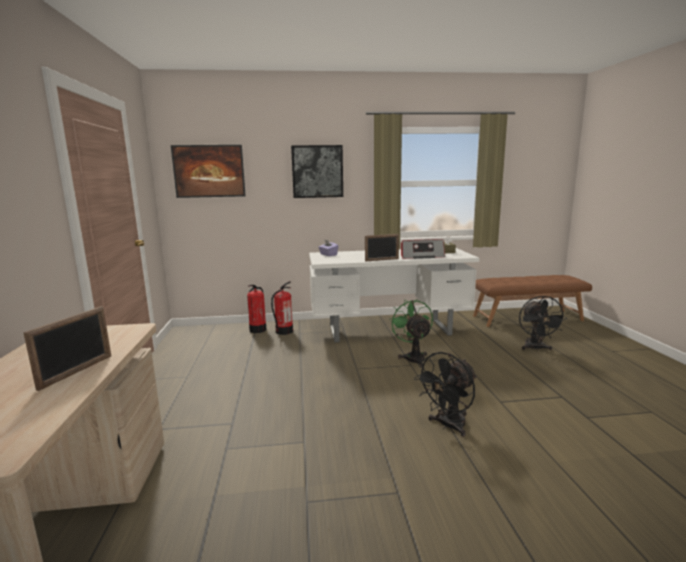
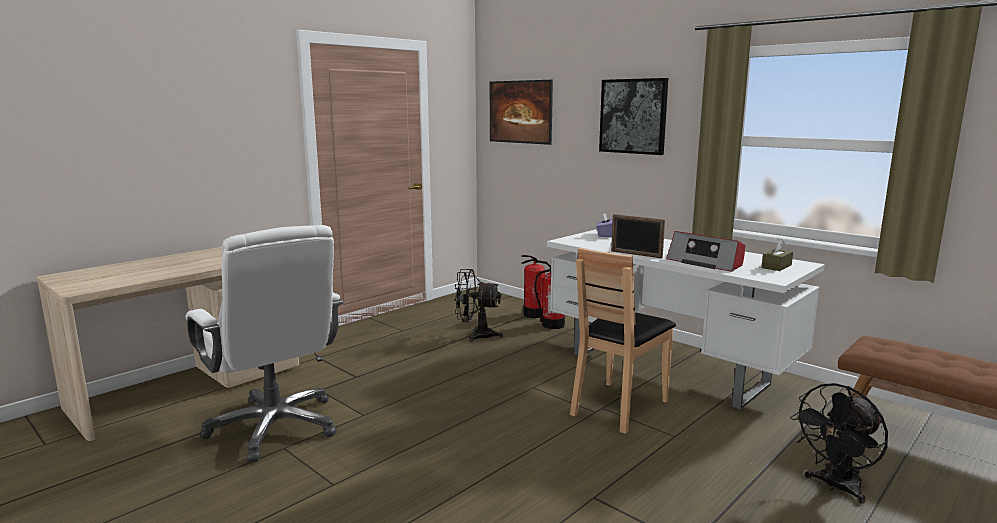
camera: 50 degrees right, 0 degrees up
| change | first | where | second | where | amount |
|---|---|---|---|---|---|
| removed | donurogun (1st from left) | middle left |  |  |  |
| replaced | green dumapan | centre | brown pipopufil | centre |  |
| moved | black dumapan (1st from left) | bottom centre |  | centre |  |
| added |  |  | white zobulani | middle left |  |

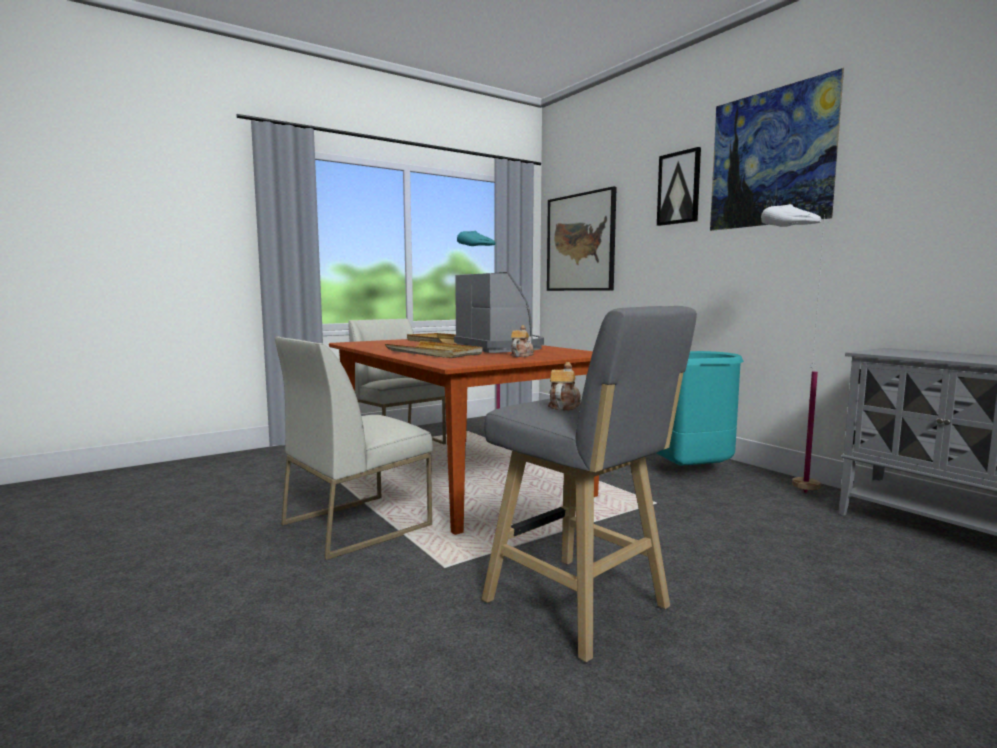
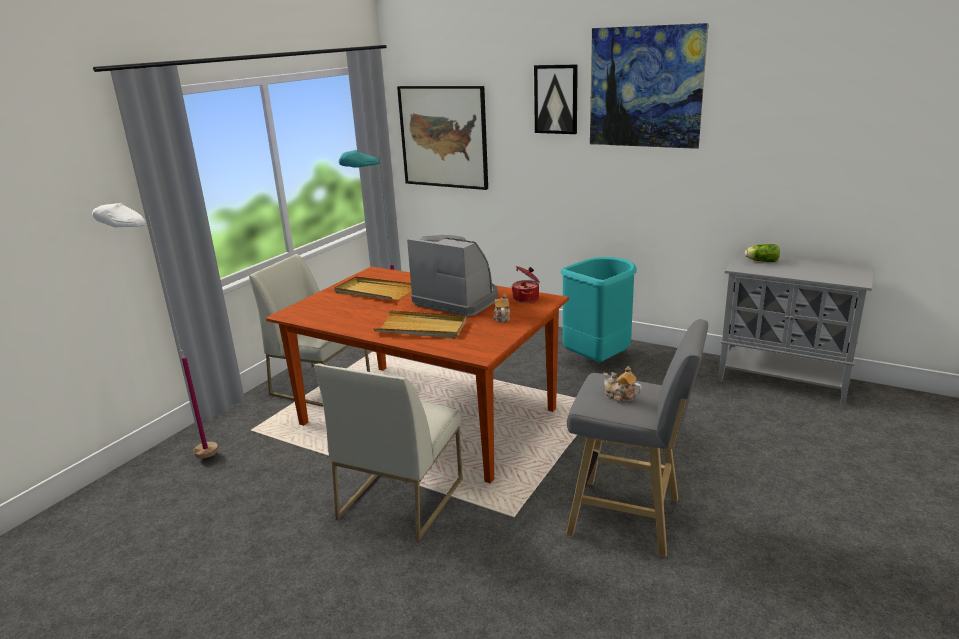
camera: 25 degrees left, 15 degrees up
| change | first | where | second | where | amount |
|---|---|---|---|---|---|
| turned | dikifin (2nd from left) | centre |  | centre | 45 degrees counterclockwise |
| moved | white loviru | middle right |  | middle left |  |
| added |  |  | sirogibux | centre |  |
| added |  |  | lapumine | middle right |  |

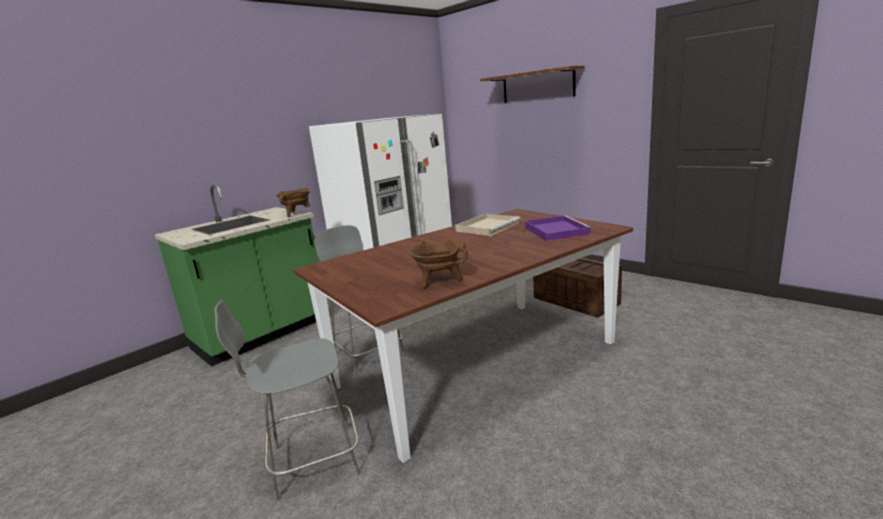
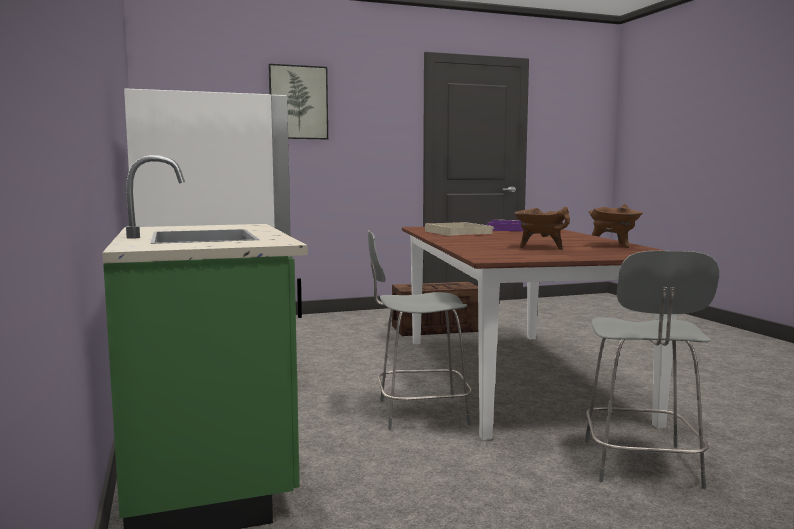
camera: 65 degrees left, 10 degrees down
| change | first | where | second | where | amount |
|---|---|---|---|---|---|
| moved | brown sirogibux (1st from left) | middle left |  | middle right |  |
| replaced | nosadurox | top centre | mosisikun | top centre |  |

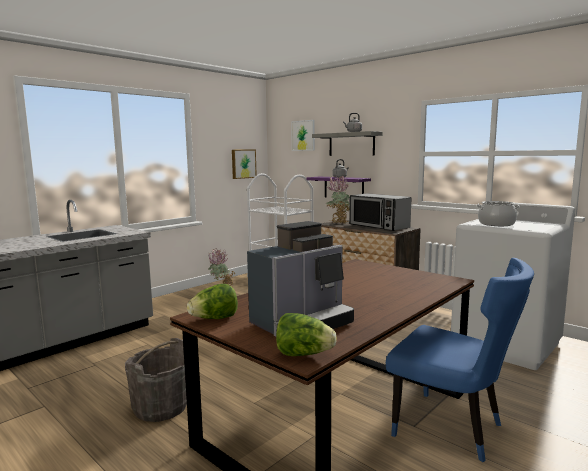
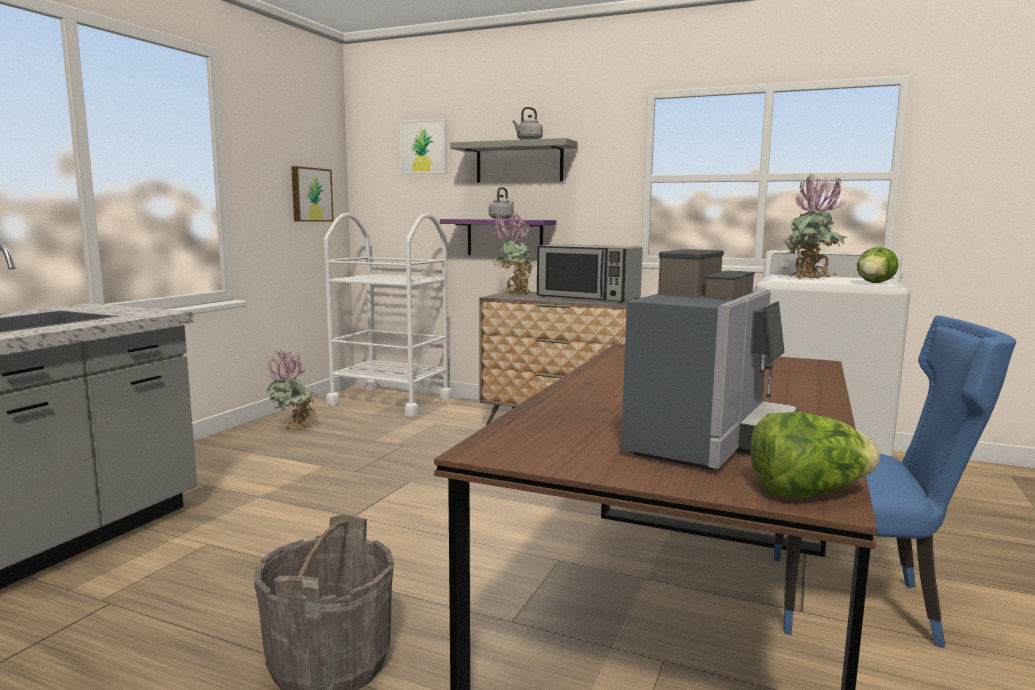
camera: 20 degrees left, 0 degrees up
| change | first | where | second | where | amount |
|---|---|---|---|---|---|
| moved | lapumine (1st from left in the first image) | centre | lapumine (2nd from left) | middle right |  |
| replaced | sirogibux | middle right | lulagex (3rd from left) | top right |  |

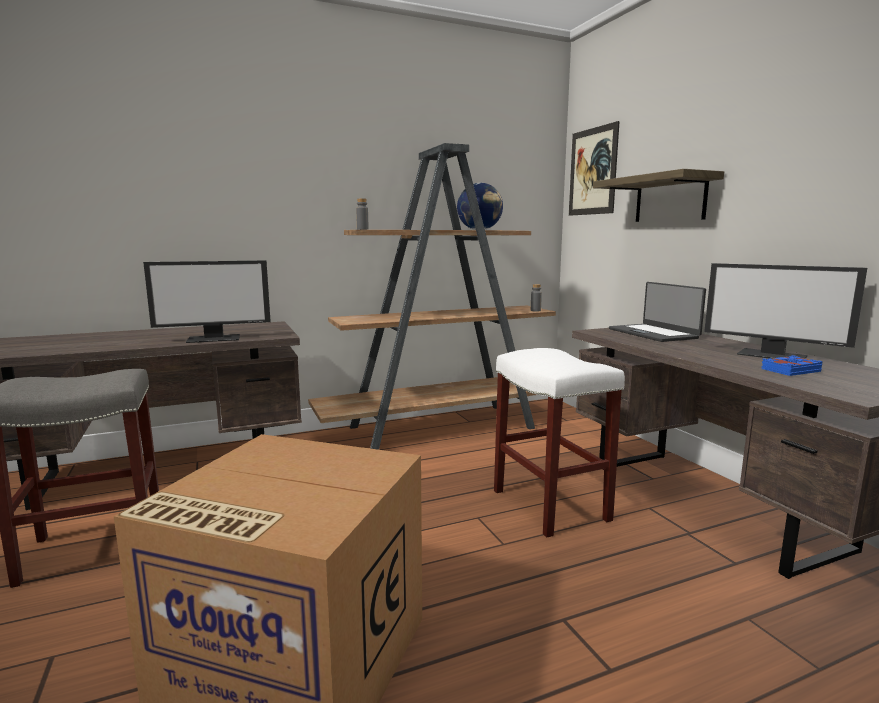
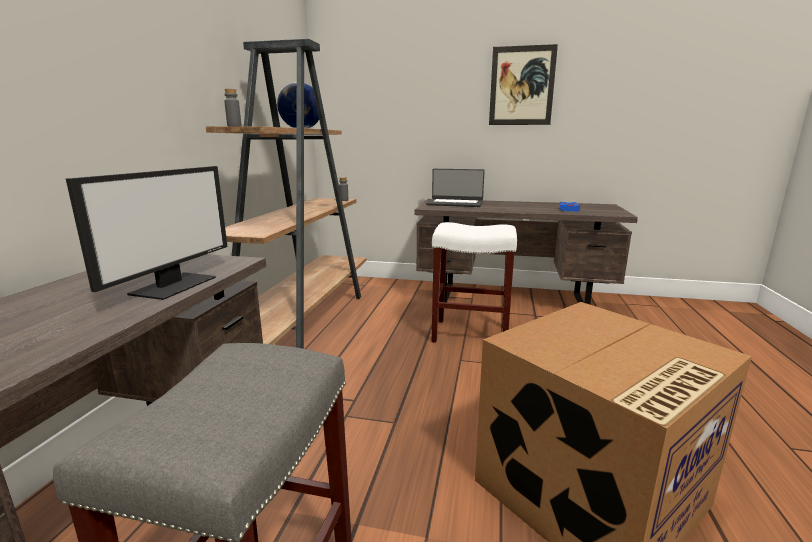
camera: 55 degrees left, 5 degrees up
| change | first | where | second | where | amount |
|---|---|---|---|---|---|
| moved | mosisikun | top right |  | top centre |  |
| removed | nosadurox | top right |  |  |  |
| removed | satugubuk (2nd from left) | middle right |  |  |  |

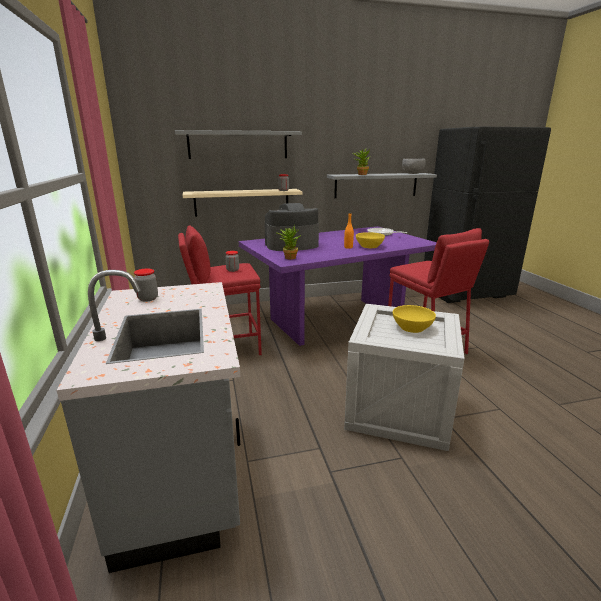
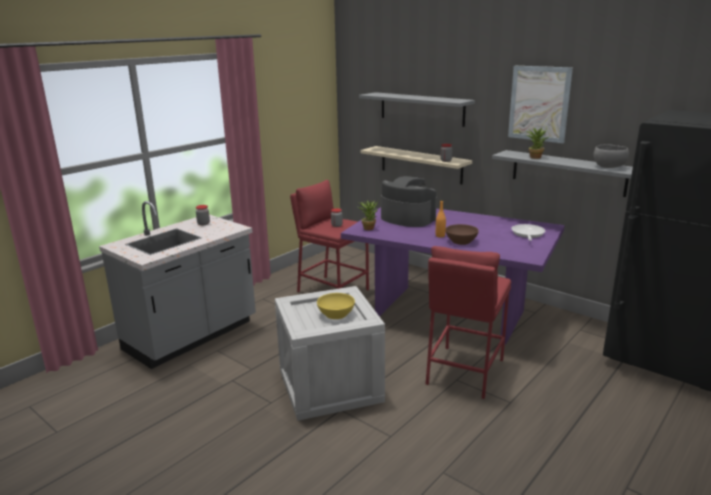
camera: 55 degrees right, 0 degrees up
| change | first | where | second | where | amount |
|---|---|---|---|---|---|
| recoloured | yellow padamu (1st from left) | centre | brown padamu | centre |  |
| added |  |  | mosisikun | top right |  |

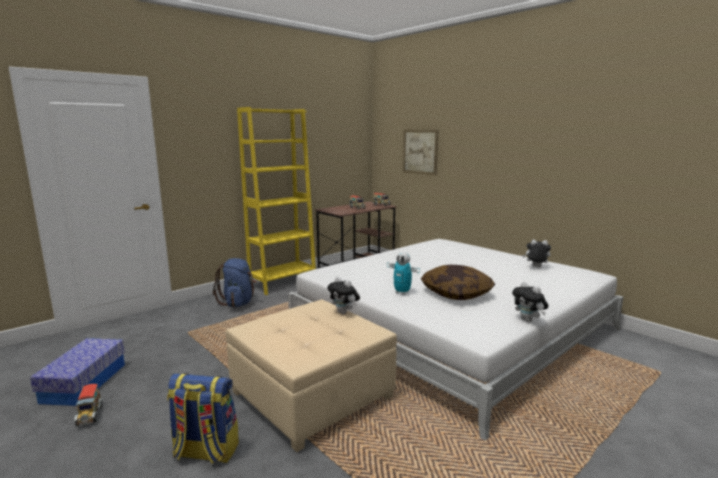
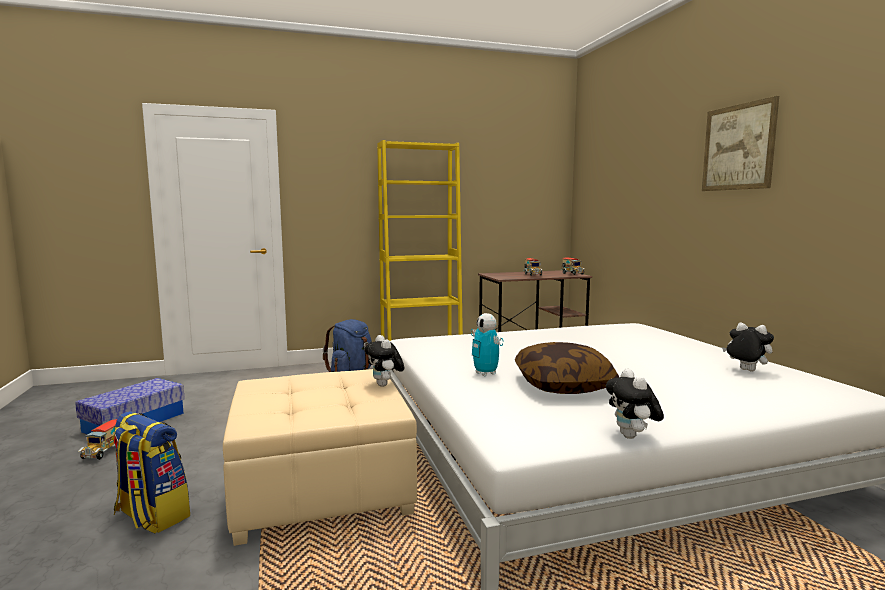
camera: 25 degrees right, 5 degrees down
| change | first | where | second | where | amount |
|---|---|---|---|---|---|
| moved | mosisikun | top centre |  | top right |  |

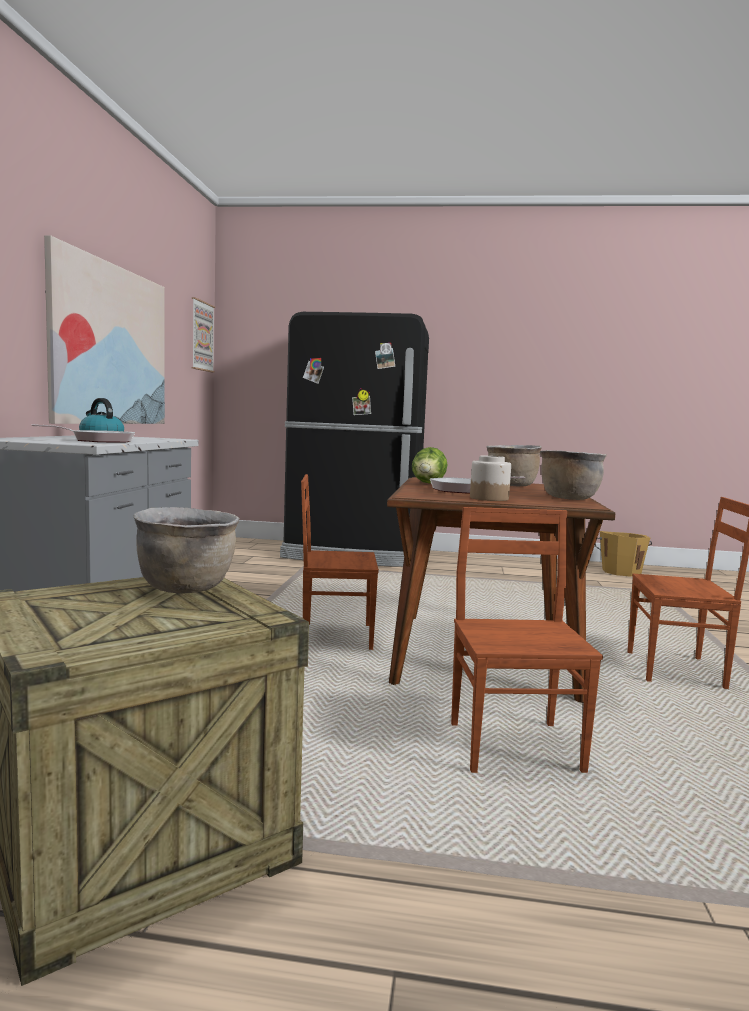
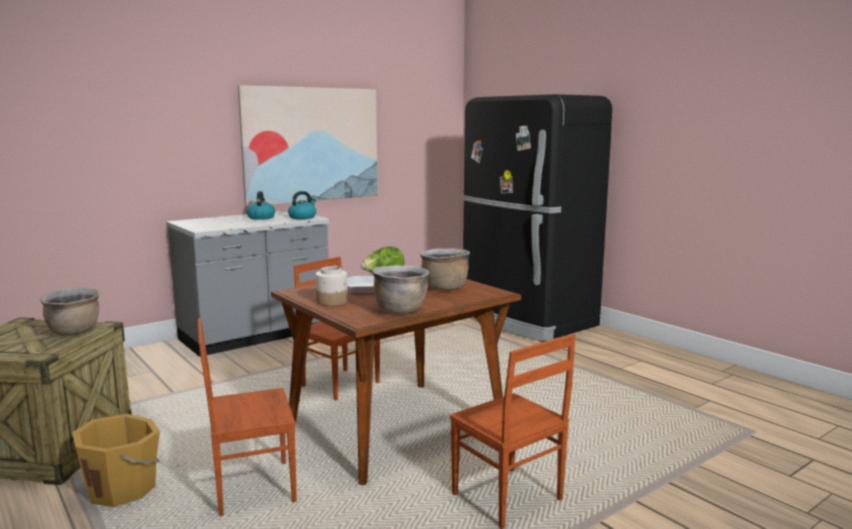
camera: 45 degrees right, 5 degrees up
| change | first | where | second | where | amount |
|---|---|---|---|---|---|
| removed | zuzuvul (1st from left) | middle left |  |  |  |
| removed | mosisikun (2nd from left) | top left |  |  |  |
| turned | brown pipopufil (2nd from left in the first image) | middle right | brown pipopufil (1st from left) | bottom left | 150 degrees counterclockwise |
| moved | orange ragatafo | middle right |  | bottom left |  |
| added |  |  | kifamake (2nd from left) | centre |  |

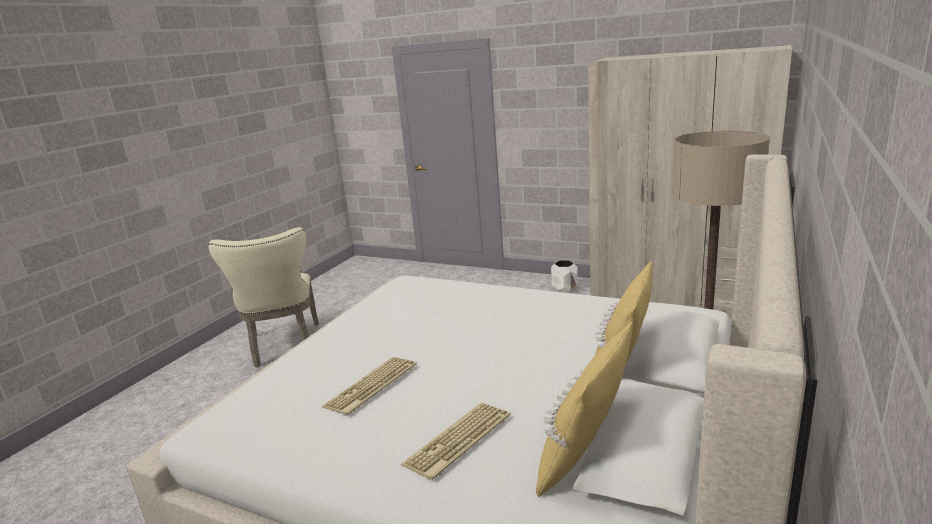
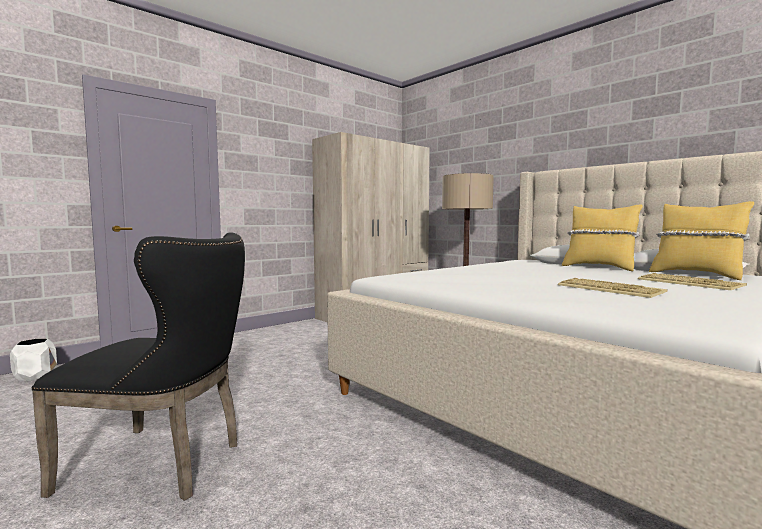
camera: 70 degrees left, 15 degrees down
| change | first | where | second | where | amount |
|---|---|---|---|---|---|
| recoloured | beige pipopufil | middle left | black pipopufil | bottom left |  |
| moved | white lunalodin | centre |  | bottom left |  |

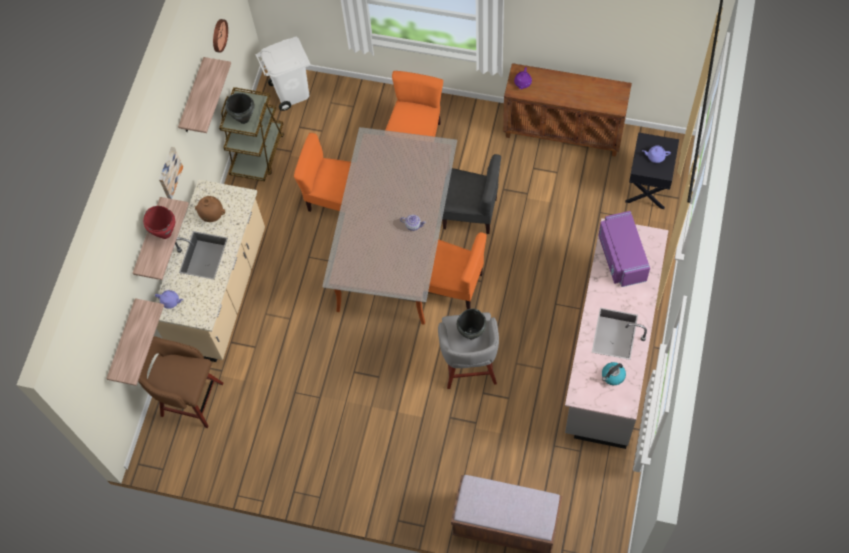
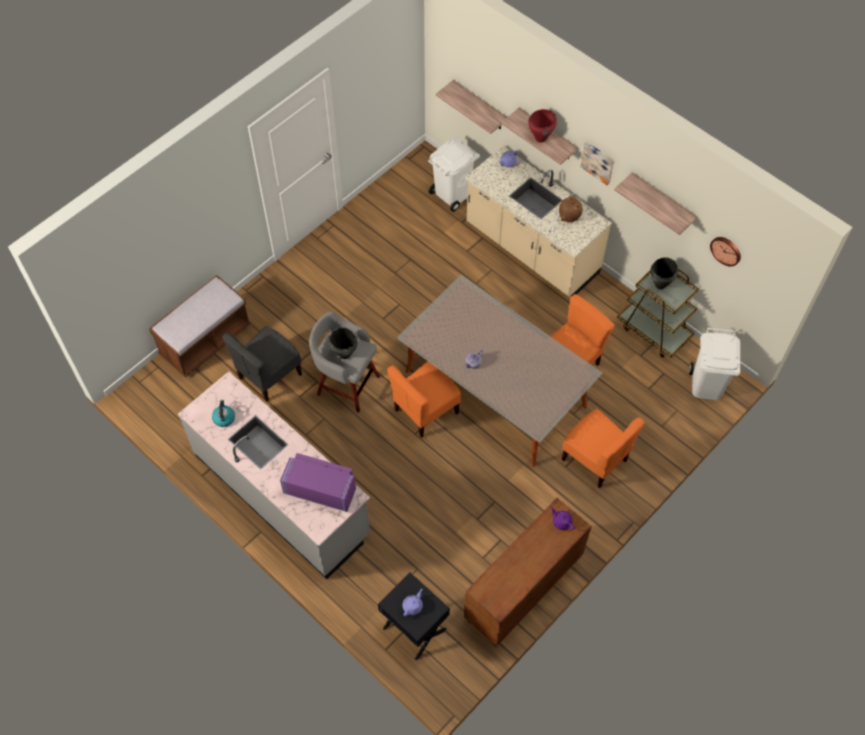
camera: 115 degrees right, 5 degrees down
| change | first | where | second | where | amount |
|---|---|---|---|---|---|
| replaced | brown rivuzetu | bottom left | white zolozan (1st from left) | top centre |  |
| moved | grey pipopufil | centre |  | middle left |  |

